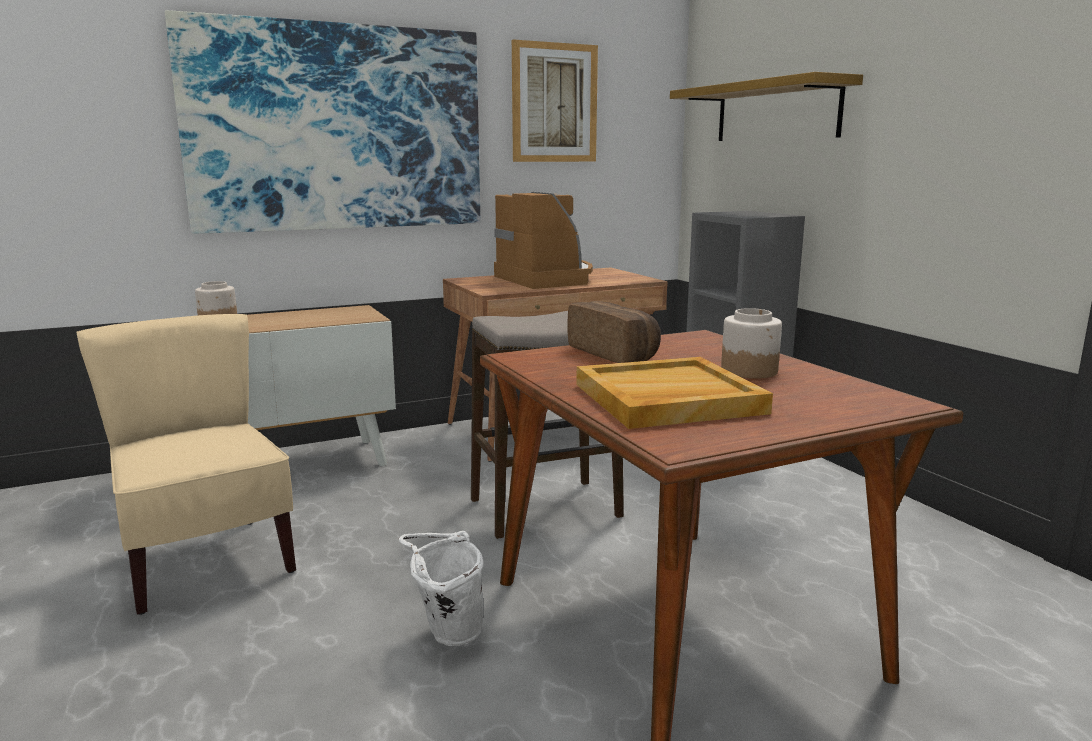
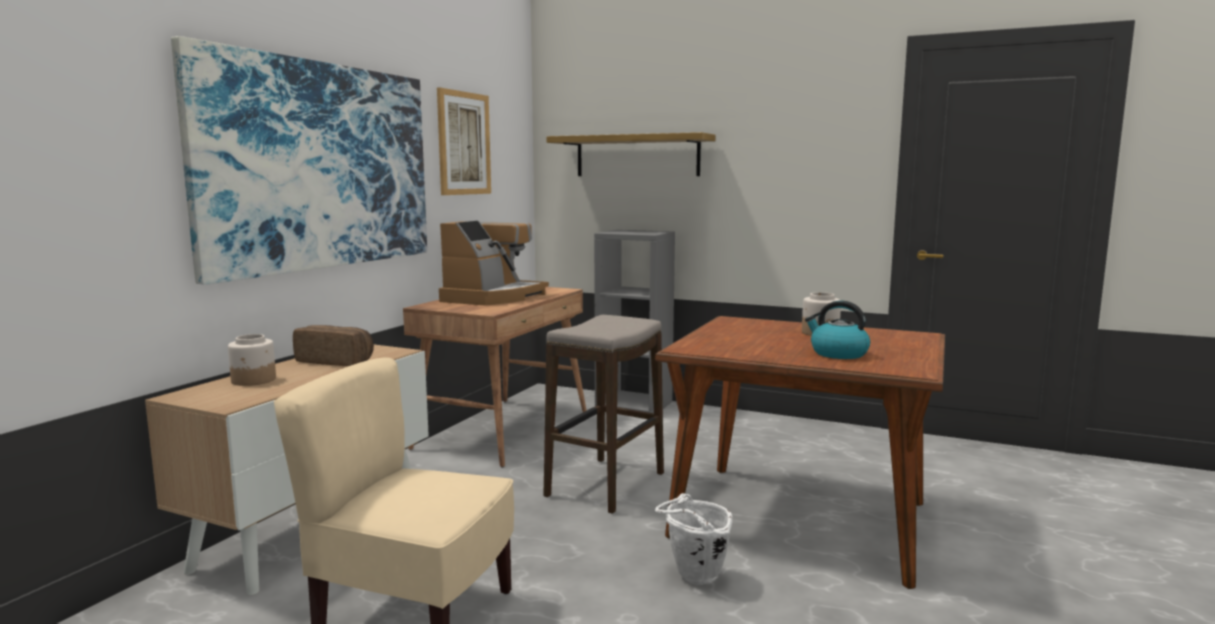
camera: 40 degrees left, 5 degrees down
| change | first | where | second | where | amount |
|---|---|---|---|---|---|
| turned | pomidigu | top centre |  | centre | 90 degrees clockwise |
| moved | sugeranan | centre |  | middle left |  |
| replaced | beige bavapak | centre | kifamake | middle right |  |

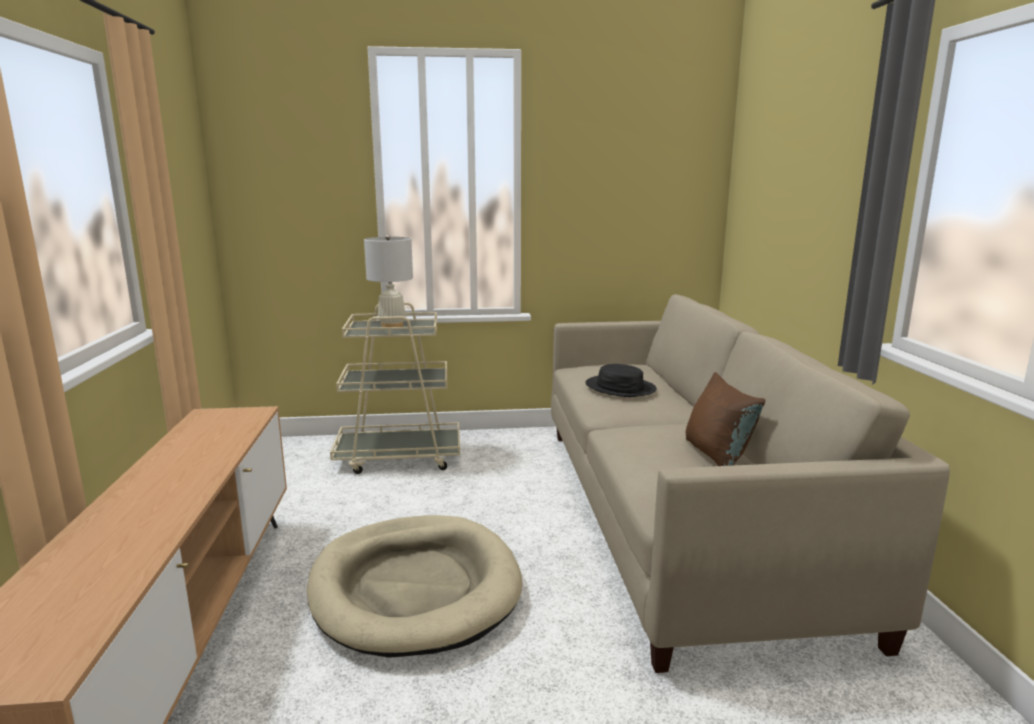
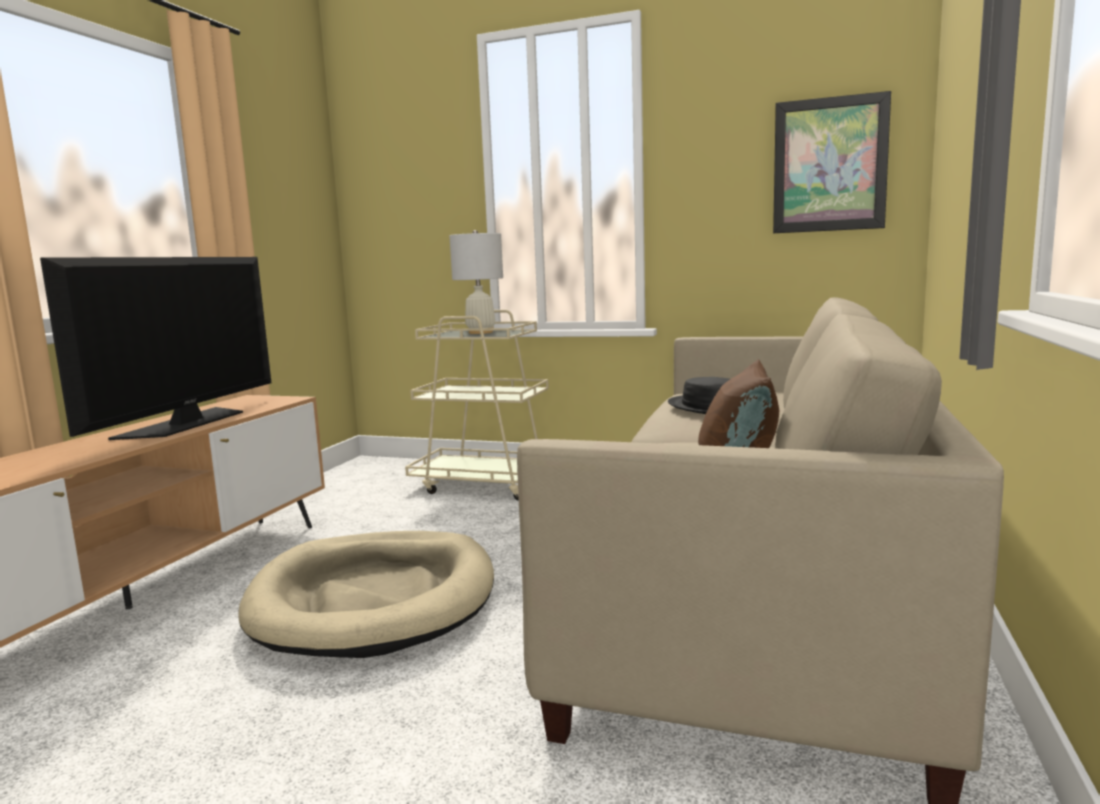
camera: 25 degrees right, 5 degrees down
| change | first | where | second | where | amount |
|---|---|---|---|---|---|
| added |  |  | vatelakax | middle left |  |
| added |  |  | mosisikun | top right |  |

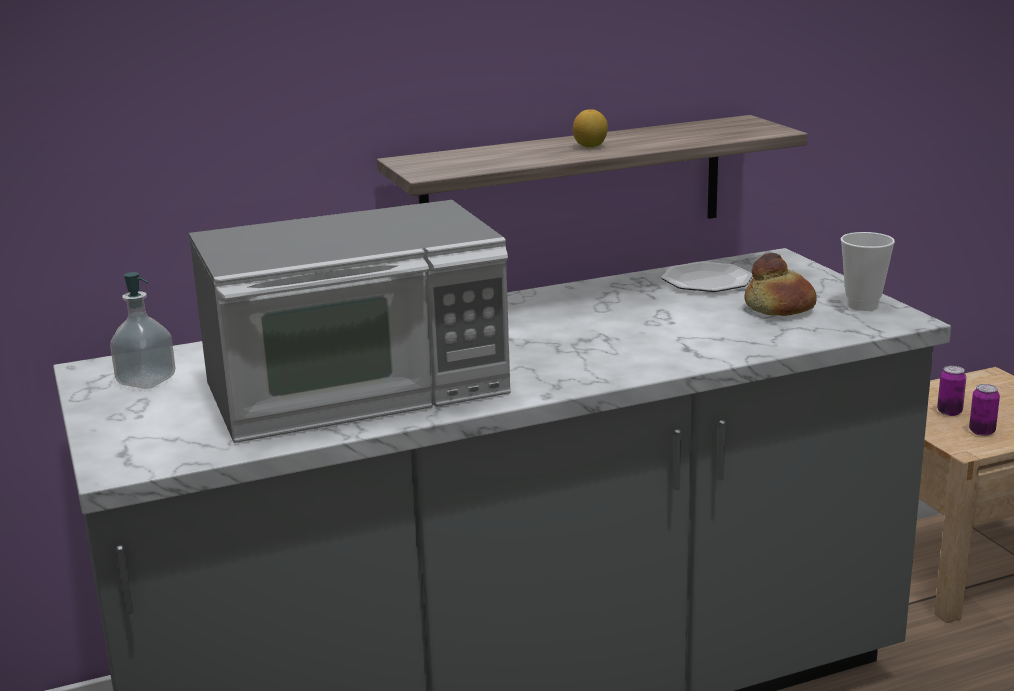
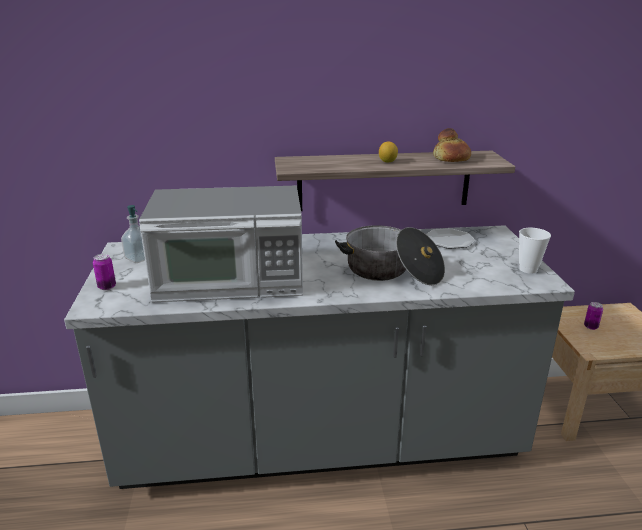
camera: 15 degrees right, 5 degrees up
| change | first | where | second | where | amount |
|---|---|---|---|---|---|
| moved | sugeranan | middle right |  | top right |  |
| moved | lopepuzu (2nd from left in the first image) | middle right | lopepuzu (1st from left) | middle left |  |
| added |  |  | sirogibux | centre |  |

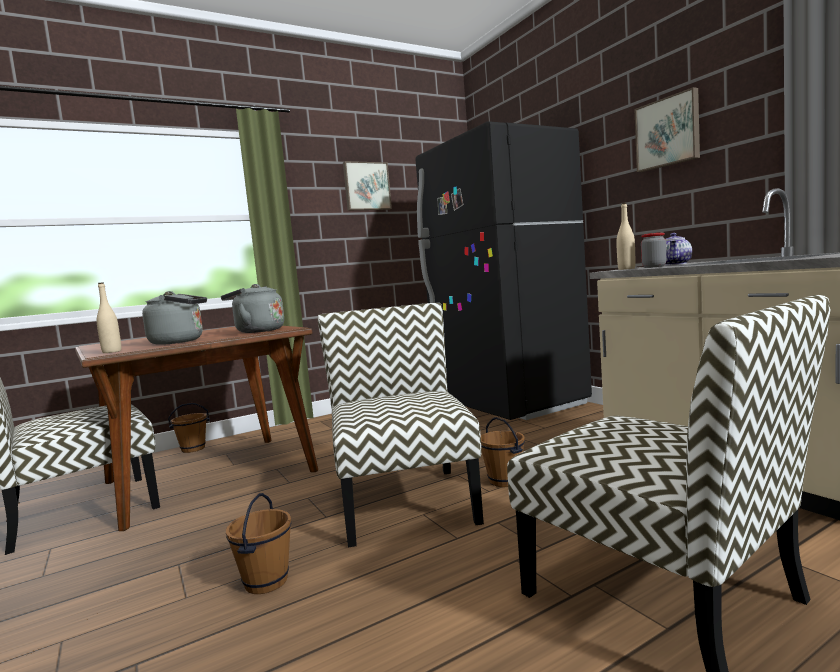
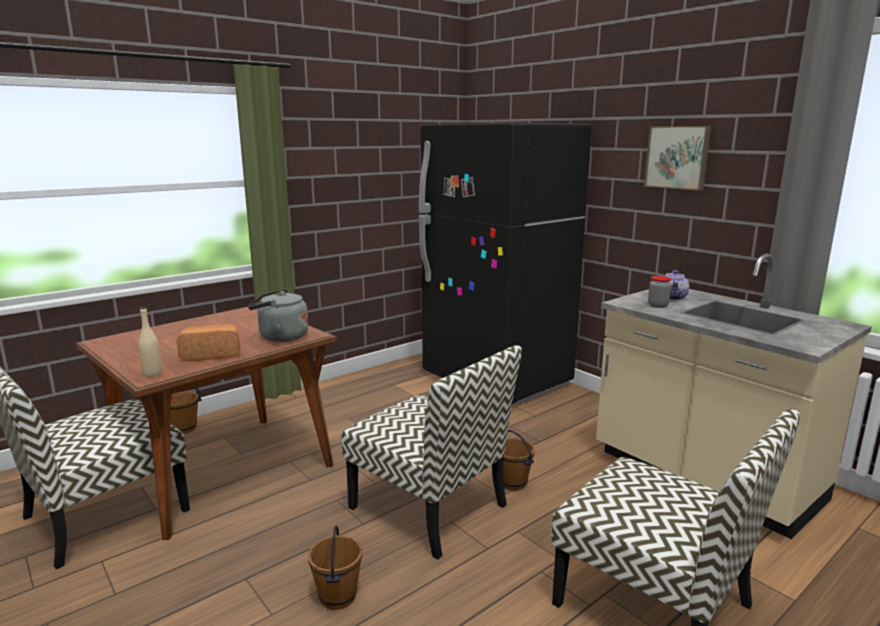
camera: 10 degrees left, 10 degrees up
| change | first | where | second | where | amount |
|---|---|---|---|---|---|
| replaced | grey kifamake (1st from left) | middle left | sugeranan | middle left |  |
| turned | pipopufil (2nd from left) | centre |  | bottom centre | 150 degrees clockwise |
| removed | mosisikun (1st from left) | top centre |  |  |  |
| removed | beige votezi (2nd from left) | middle right |  |  |  |

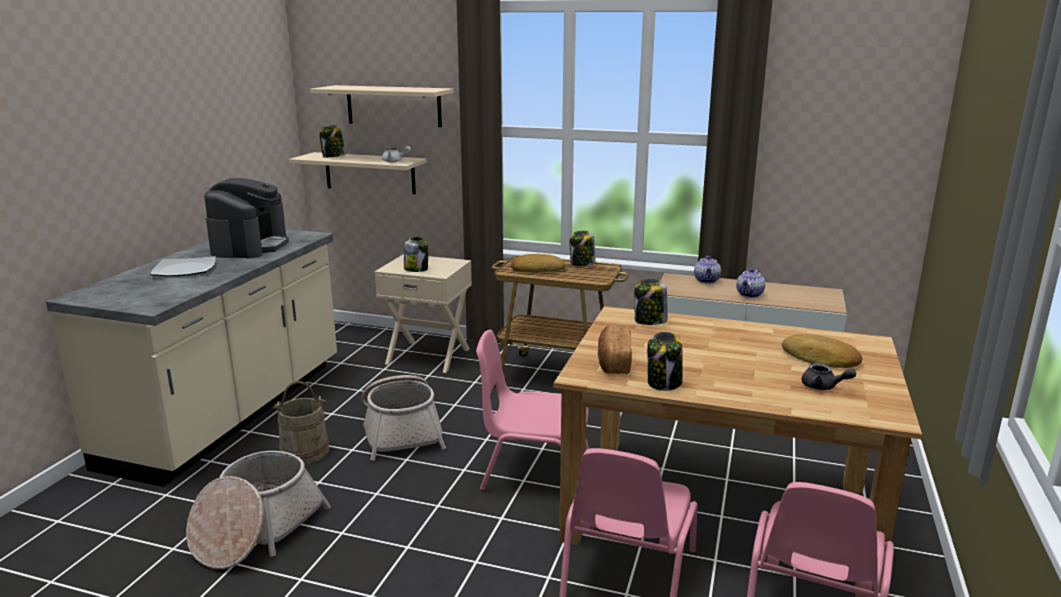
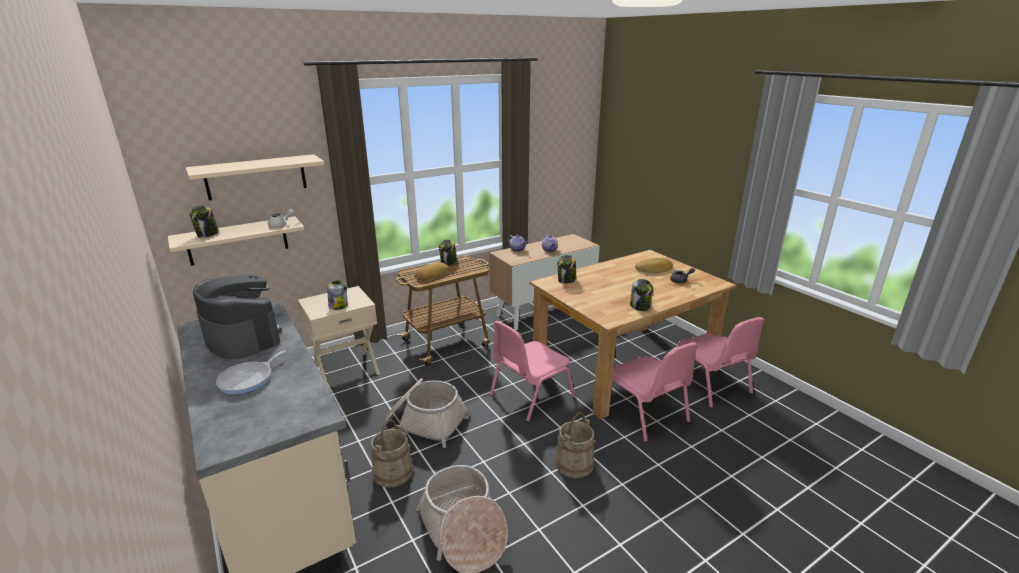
camera: 50 degrees left, 5 degrees up
| change | first | where | second | where | amount |
|---|---|---|---|---|---|
| replaced | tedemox | middle left | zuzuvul | middle left |  |
| removed | sugeranan (2nd from left) | centre |  |  |  |
| added |  |  | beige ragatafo (2nd from left) | bottom centre |  |

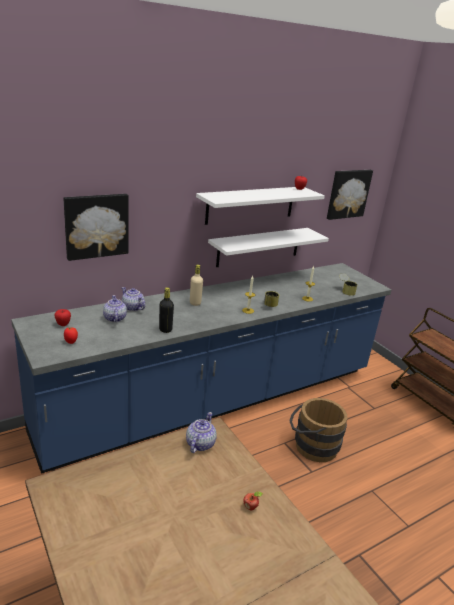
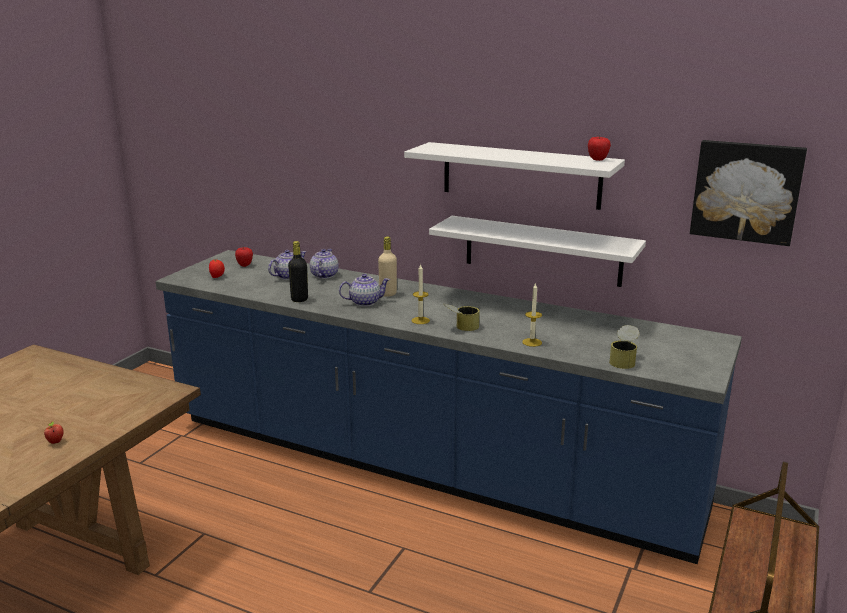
camera: 60 degrees right, 5 degrees down
| change | first | where | second | where | amount |
|---|---|---|---|---|---|
| removed | mosisikun (1st from left) | middle left |  |  |  |
| moved | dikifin (3rd from left) | bottom centre |  | centre |  |
| removed | brown ragatafo | bottom right |  |  |  |

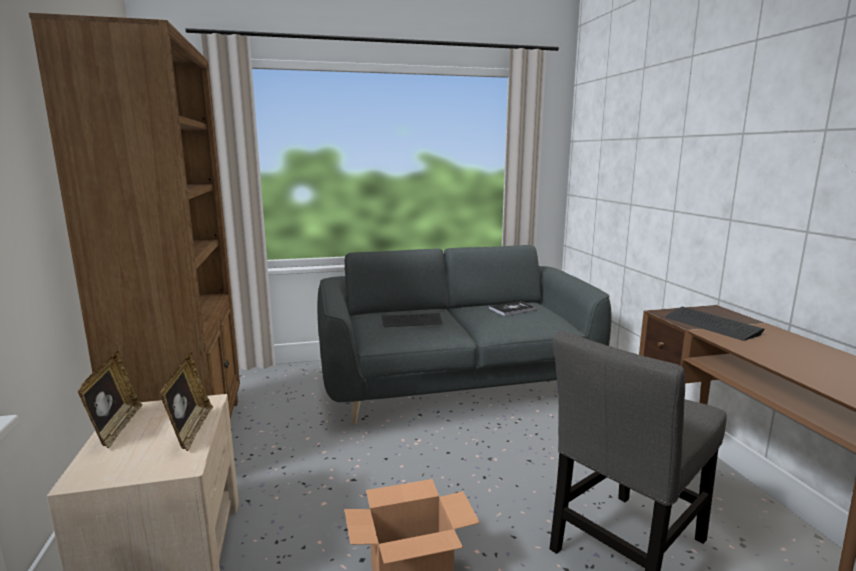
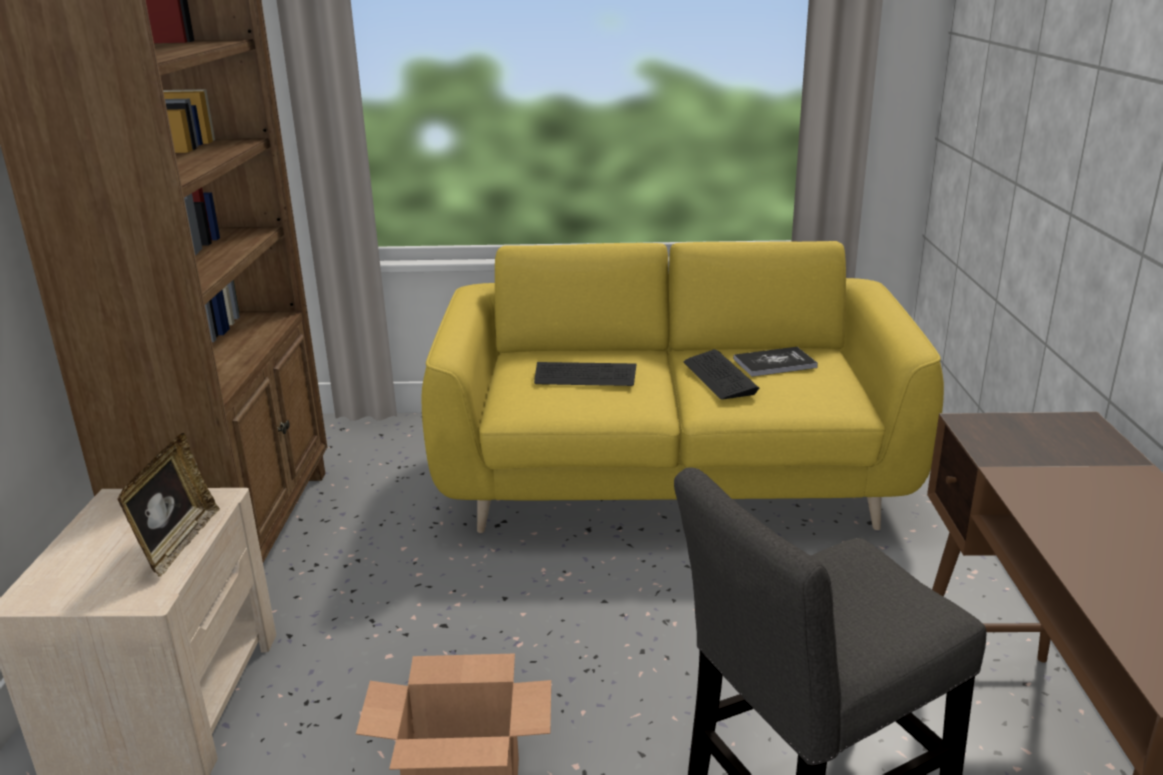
camera: 15 degrees right, 10 degrees up
| change | first | where | second | where | amount |
|---|---|---|---|---|---|
| removed | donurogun (1st from left) | bottom left |  |  |  |
| recoloured | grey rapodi | centre | yellow rapodi | centre |  |
| moved | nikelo (2nd from left) | middle right |  | centre |  |

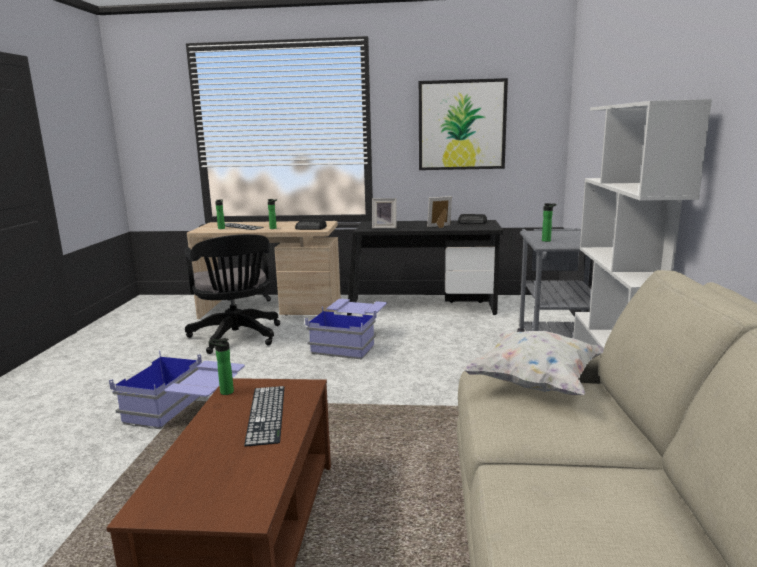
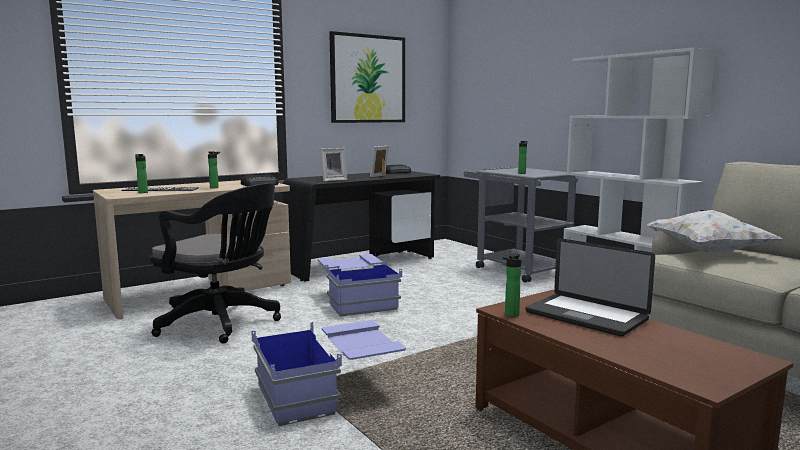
camera: 40 degrees left, 5 degrees down
| change | first | where | second | where | amount |
|---|---|---|---|---|---|
| replaced | nikelo (2nd from left) | bottom centre | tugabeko | middle right |  |

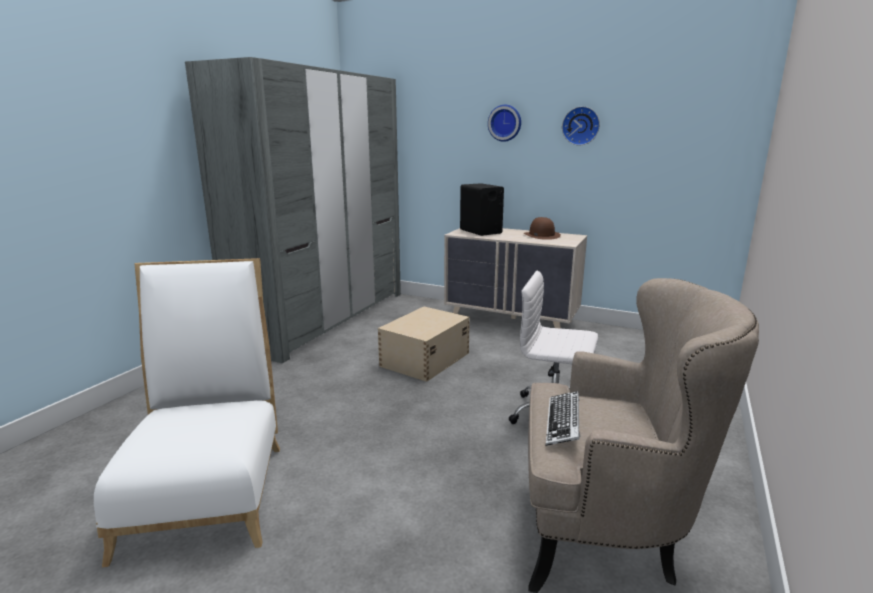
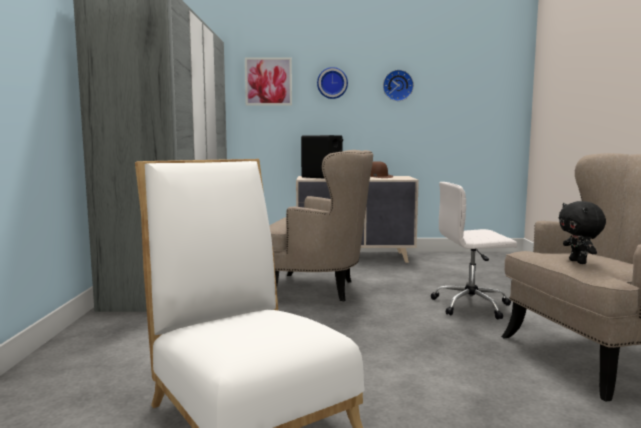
camera: 25 degrees left, 10 degrees down
| change | first | where | second | where | amount |
|---|---|---|---|---|---|
| replaced | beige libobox | centre | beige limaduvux (1st from left) | centre |  |
| replaced | nikelo | bottom centre | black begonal | middle right |  |
| added |  |  | mosisikun | top centre |  |

